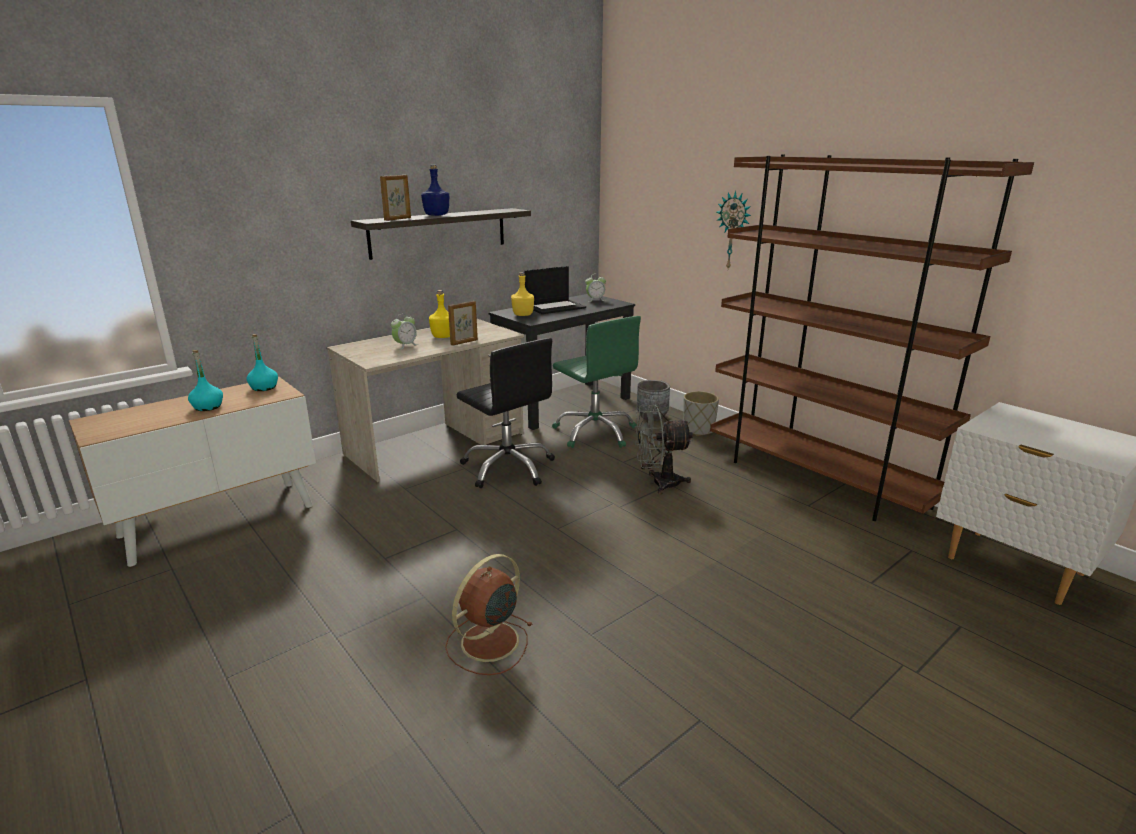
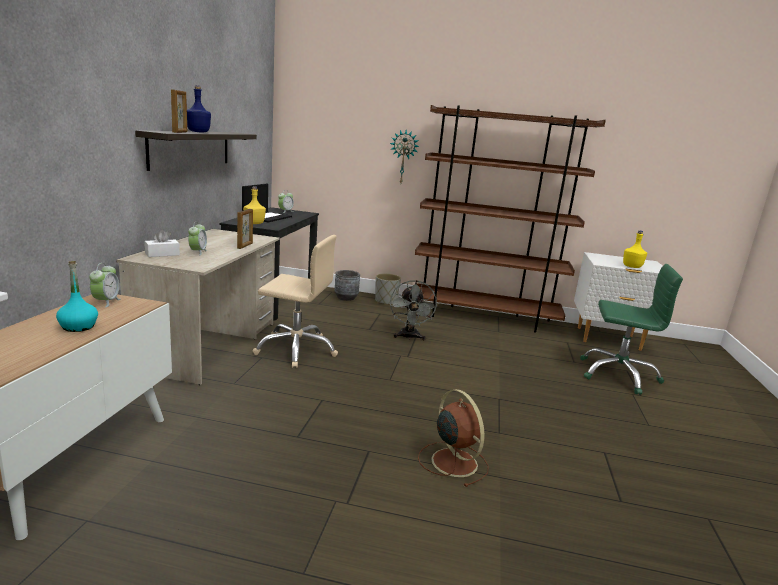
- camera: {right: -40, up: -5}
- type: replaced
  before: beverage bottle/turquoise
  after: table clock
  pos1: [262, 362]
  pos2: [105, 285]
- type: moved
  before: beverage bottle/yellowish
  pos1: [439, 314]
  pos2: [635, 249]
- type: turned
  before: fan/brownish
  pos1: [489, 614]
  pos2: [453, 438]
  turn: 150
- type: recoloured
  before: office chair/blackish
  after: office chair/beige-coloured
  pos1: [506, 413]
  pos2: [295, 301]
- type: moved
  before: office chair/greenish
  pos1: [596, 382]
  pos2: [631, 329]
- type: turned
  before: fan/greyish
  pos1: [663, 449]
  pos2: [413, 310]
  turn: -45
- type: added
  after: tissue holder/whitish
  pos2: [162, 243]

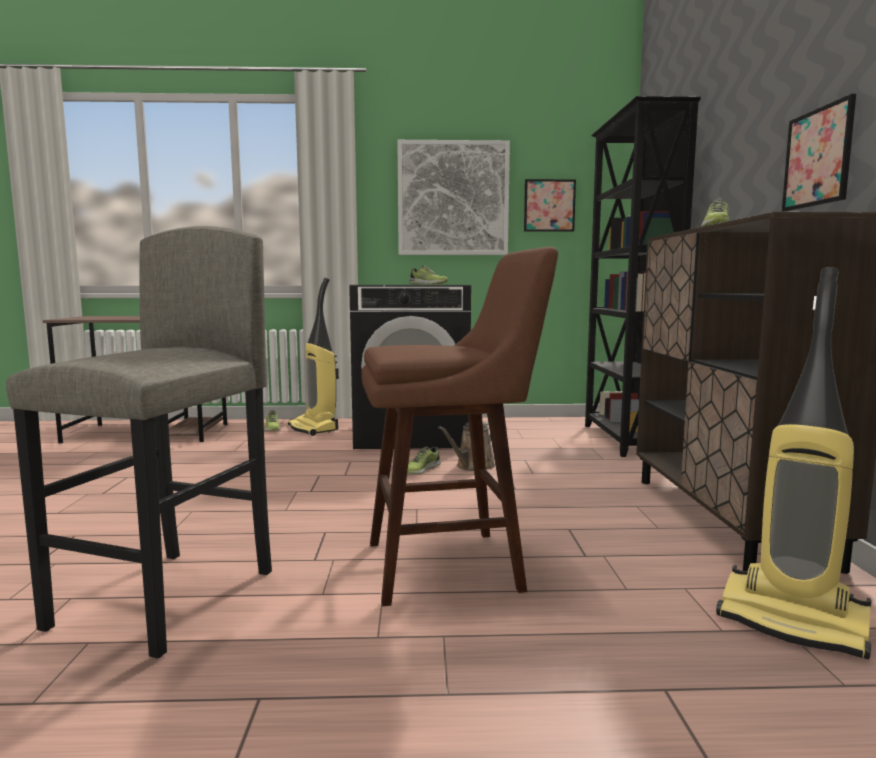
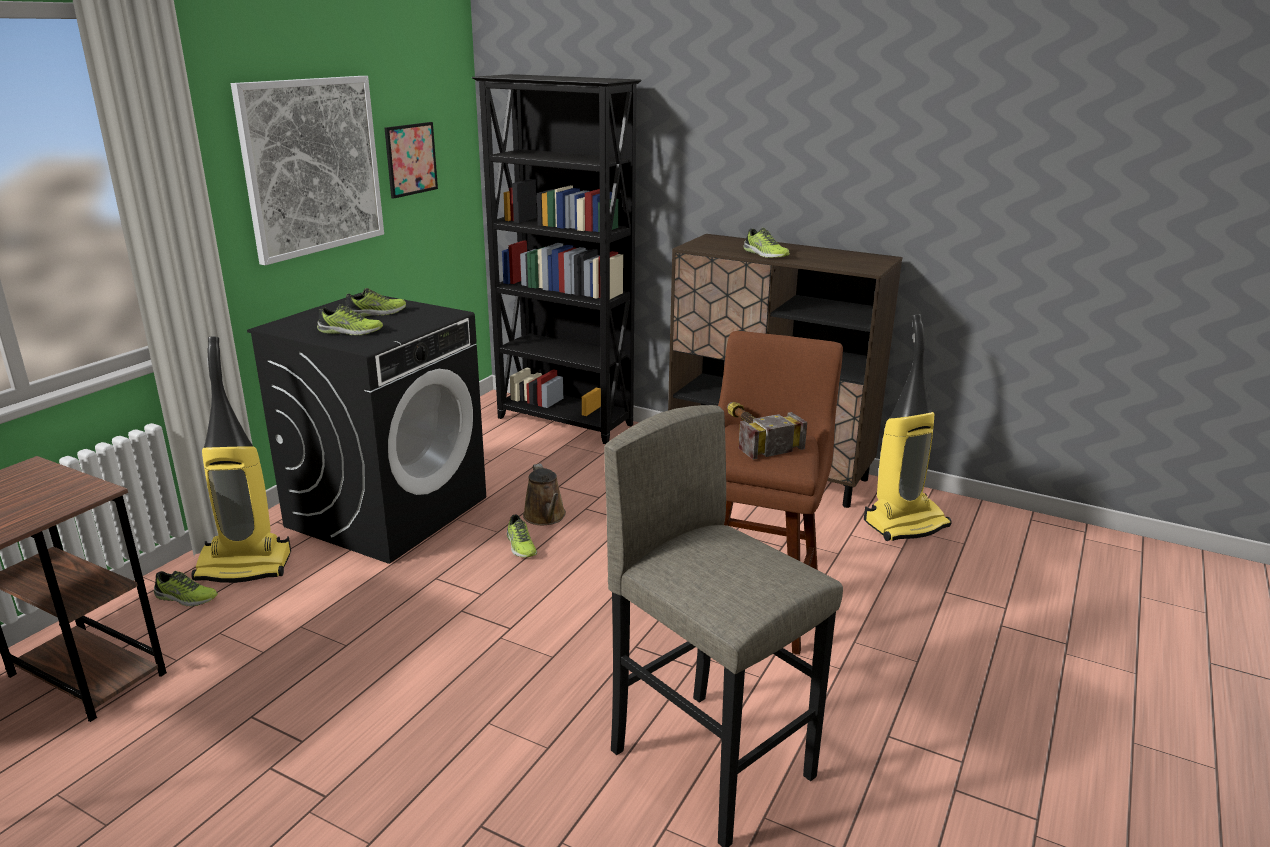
- camera: {right: -60, up: 15}
- type: removed
  before: wall art
  pos1: [819, 152]
- type: added
  after: shoe
  pos2: [350, 319]
- type: added
  after: hand hammer
  pos2: [767, 431]

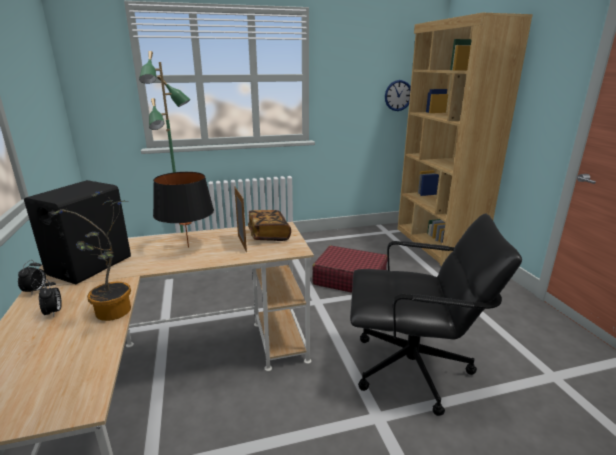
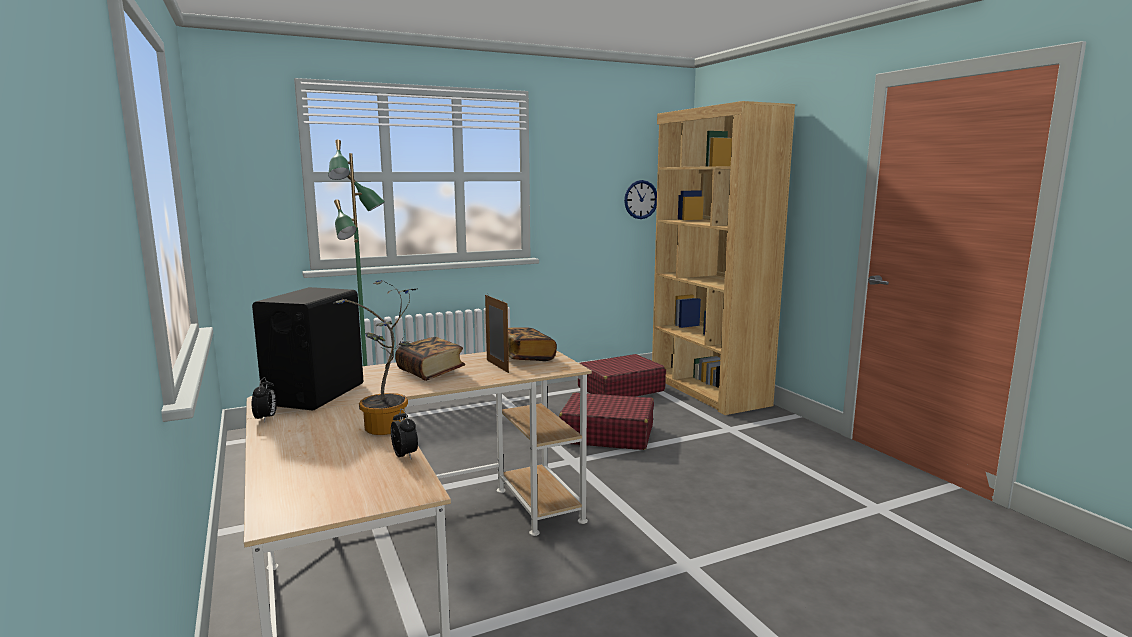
- camera: {right: -10, up: -10}
- type: moved
  before: table clock
  pos1: [50, 298]
  pos2: [404, 433]
- type: replaced
  before: tabletop lamp/blackish
  after: book
  pos1: [183, 210]
  pos2: [430, 359]
- type: removed
  before: office chair/blackish
  pos1: [436, 315]
- type: added
  after: travel case/red-coloured
  pos2: [622, 375]

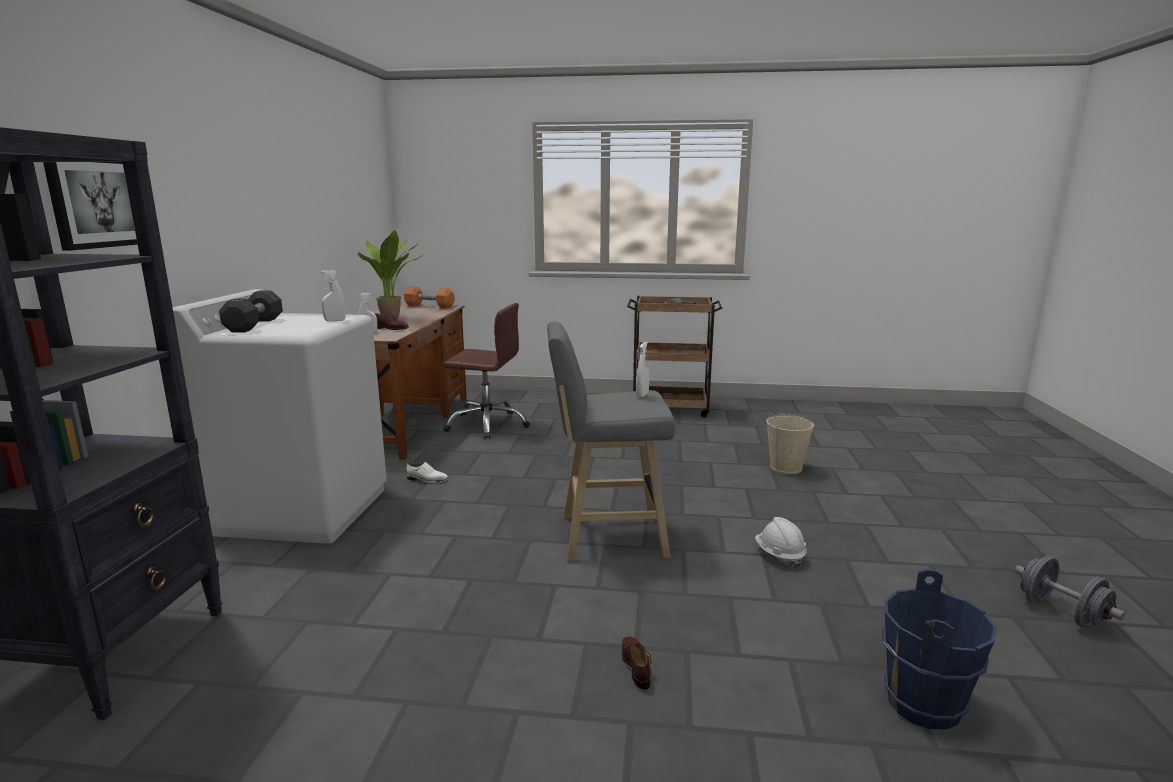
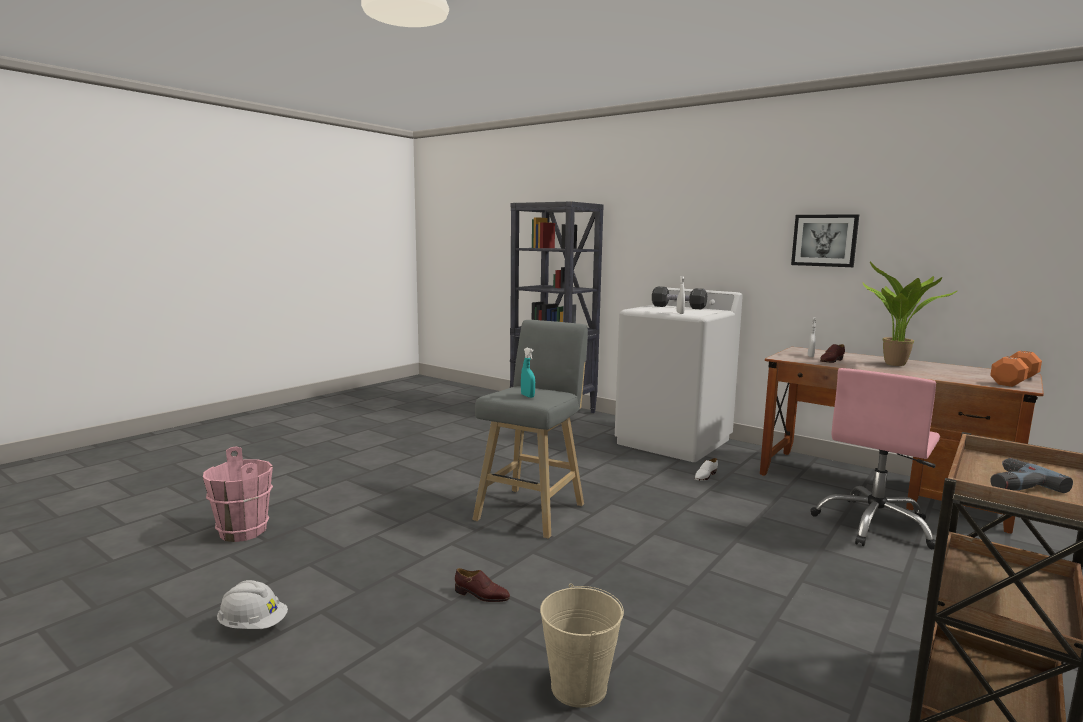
- camera: {right: 120, up: -5}
- type: moved
  before: wall art
  pos1: [90, 206]
  pos2: [825, 240]
- type: recoloured
  before: office chair/brownish
  after: office chair/pink-coloured
  pos1: [486, 371]
  pos2: [875, 458]
- type: moved
  before: shoe/brownish
  pos1: [637, 663]
  pos2: [482, 585]
- type: recoloured
  before: spray bottle/whitish
  after: spray bottle/turquoise
  pos1: [642, 370]
  pos2: [528, 373]
- type: moved
  before: safety helmet/whitish
  pos1: [781, 543]
  pos2: [252, 604]
- type: recoloured
  before: pail/bluish
  after: pail/pink-coloured
  pos1: [939, 649]
  pos2: [238, 494]
- type: removed
  before: dumbbell/greyish
  pos1: [1070, 592]

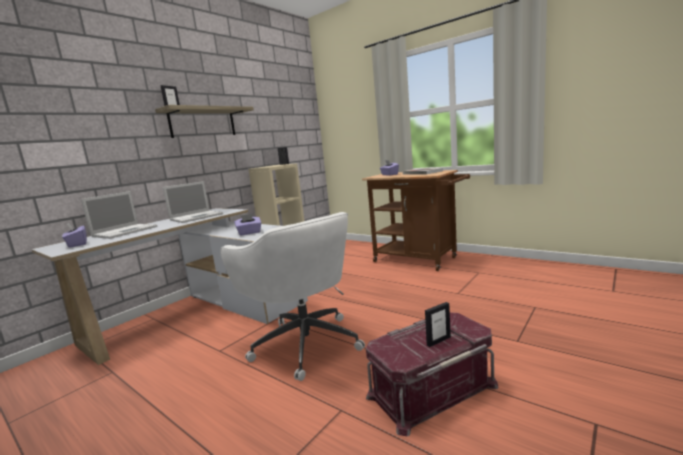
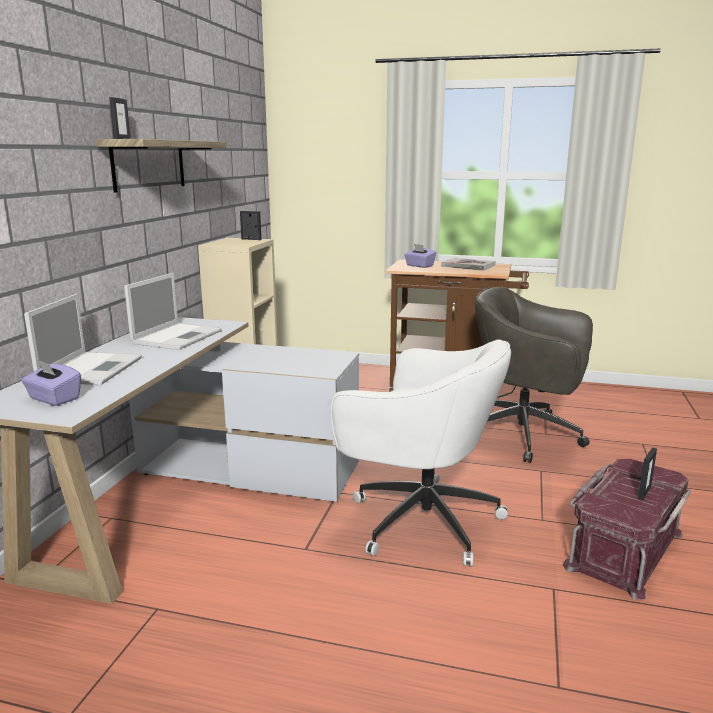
- camera: {right: -25, up: 5}
- type: removed
  before: tissue holder/purple-coloured
  pos1: [247, 225]
- type: added
  after: office chair/greyish
  pos2: [534, 375]

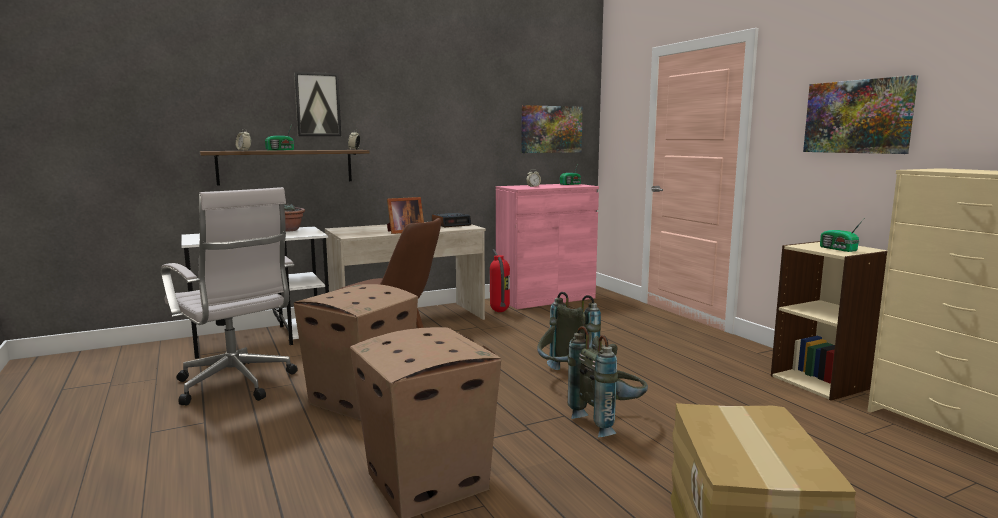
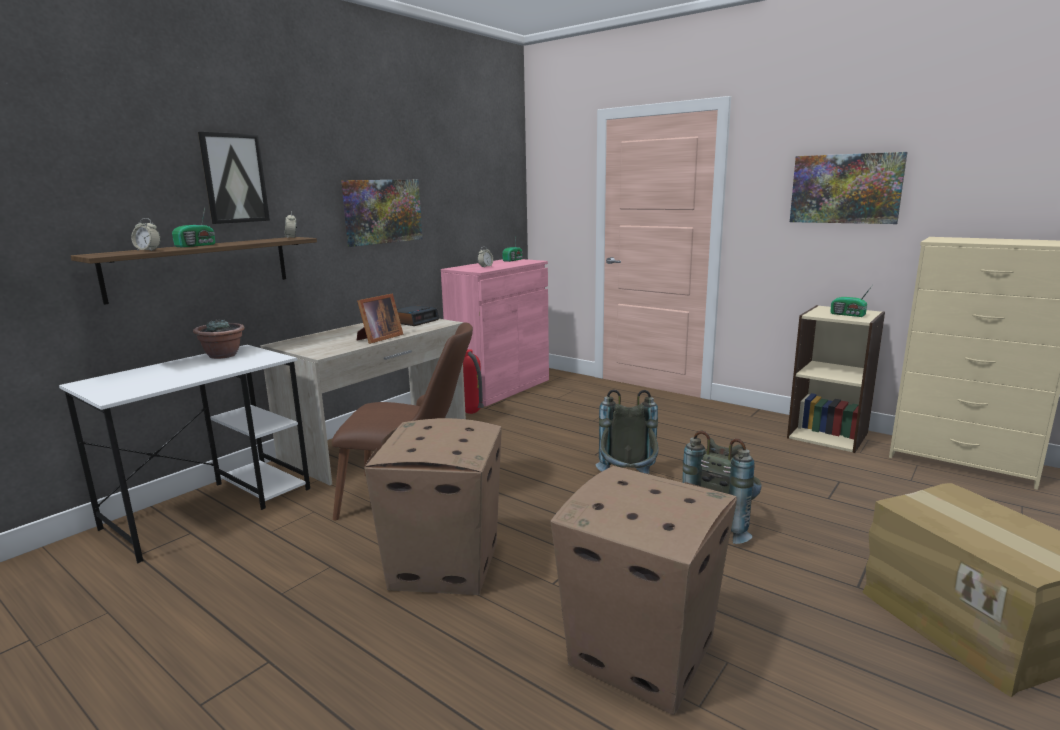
- camera: {right: -25, up: 5}
- type: removed
  before: office chair/whitish
  pos1: [229, 296]
- type: moved
  before: wall art
  pos1: [552, 129]
  pos2: [381, 213]

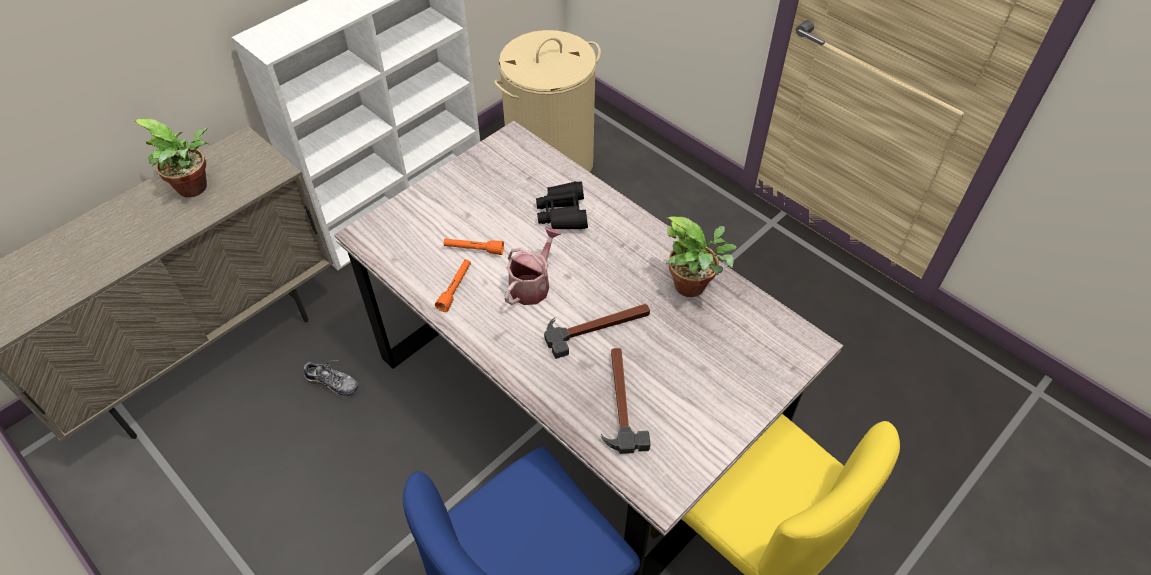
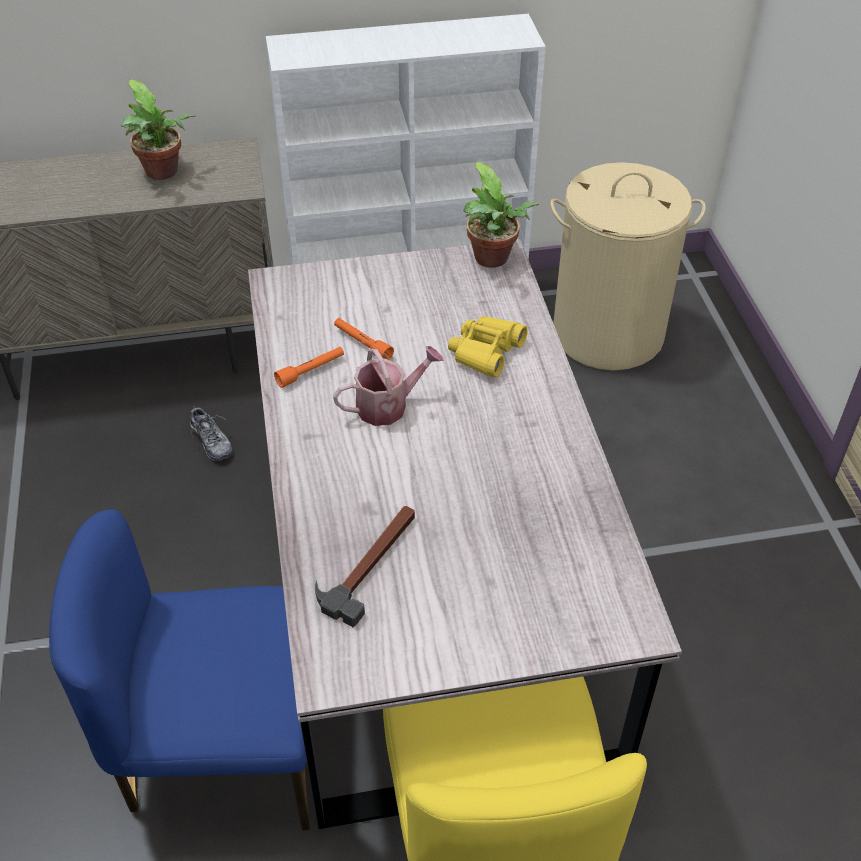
- camera: {right: 35, up: -5}
- type: recoloured
  before: pair of binoculars/blackish
  after: pair of binoculars/yellowish
  pos1: [562, 205]
  pos2: [488, 347]
- type: removed
  before: hand hammer
  pos1: [597, 331]
- type: moved
  before: potted plant
  pos1: [701, 257]
  pos2: [501, 215]

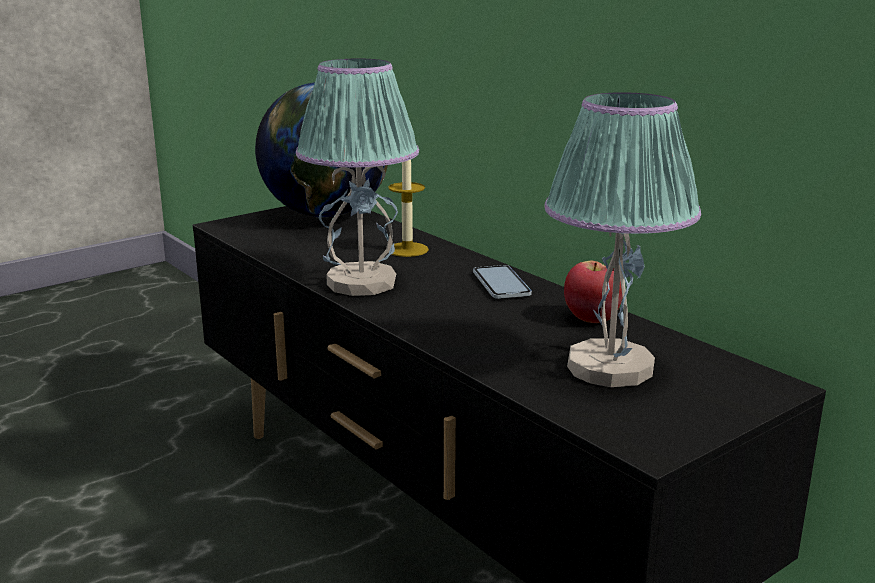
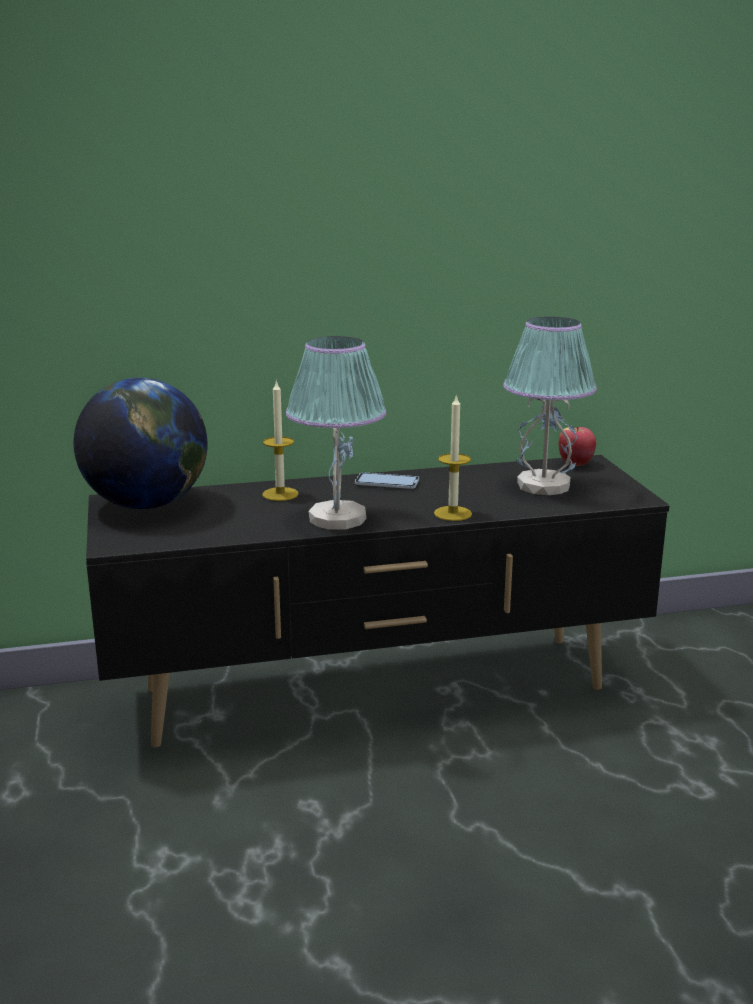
- camera: {right: -65, up: 0}
- type: moved
  before: apple fruit
  pos1: [593, 292]
  pos2: [577, 446]
- type: added
  after: wax light
  pos2: [453, 457]

